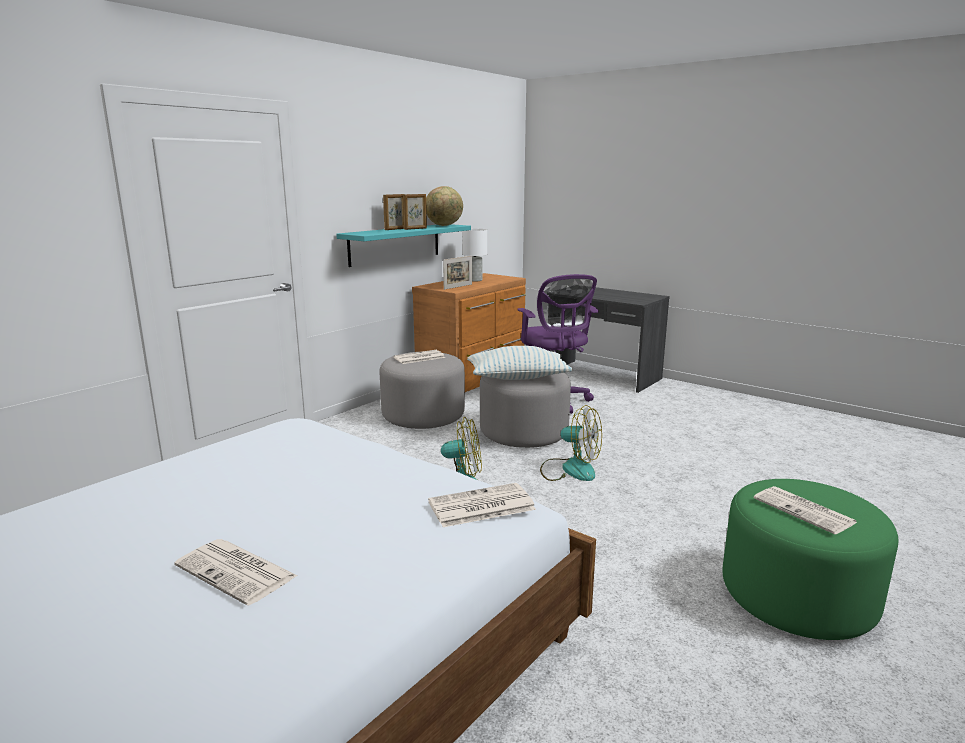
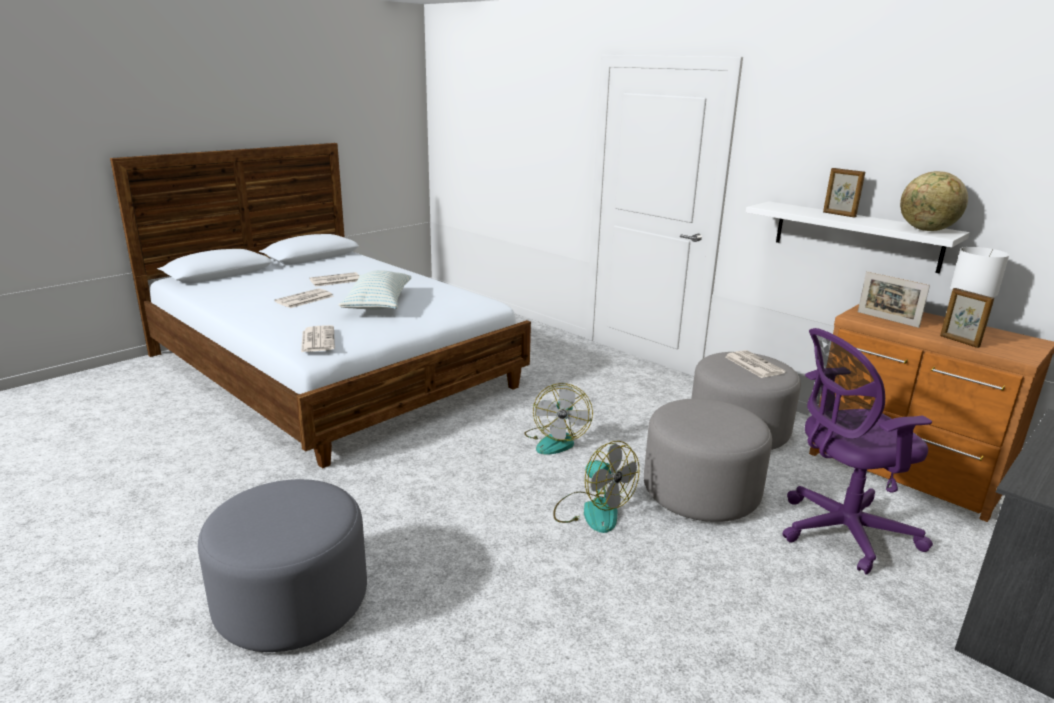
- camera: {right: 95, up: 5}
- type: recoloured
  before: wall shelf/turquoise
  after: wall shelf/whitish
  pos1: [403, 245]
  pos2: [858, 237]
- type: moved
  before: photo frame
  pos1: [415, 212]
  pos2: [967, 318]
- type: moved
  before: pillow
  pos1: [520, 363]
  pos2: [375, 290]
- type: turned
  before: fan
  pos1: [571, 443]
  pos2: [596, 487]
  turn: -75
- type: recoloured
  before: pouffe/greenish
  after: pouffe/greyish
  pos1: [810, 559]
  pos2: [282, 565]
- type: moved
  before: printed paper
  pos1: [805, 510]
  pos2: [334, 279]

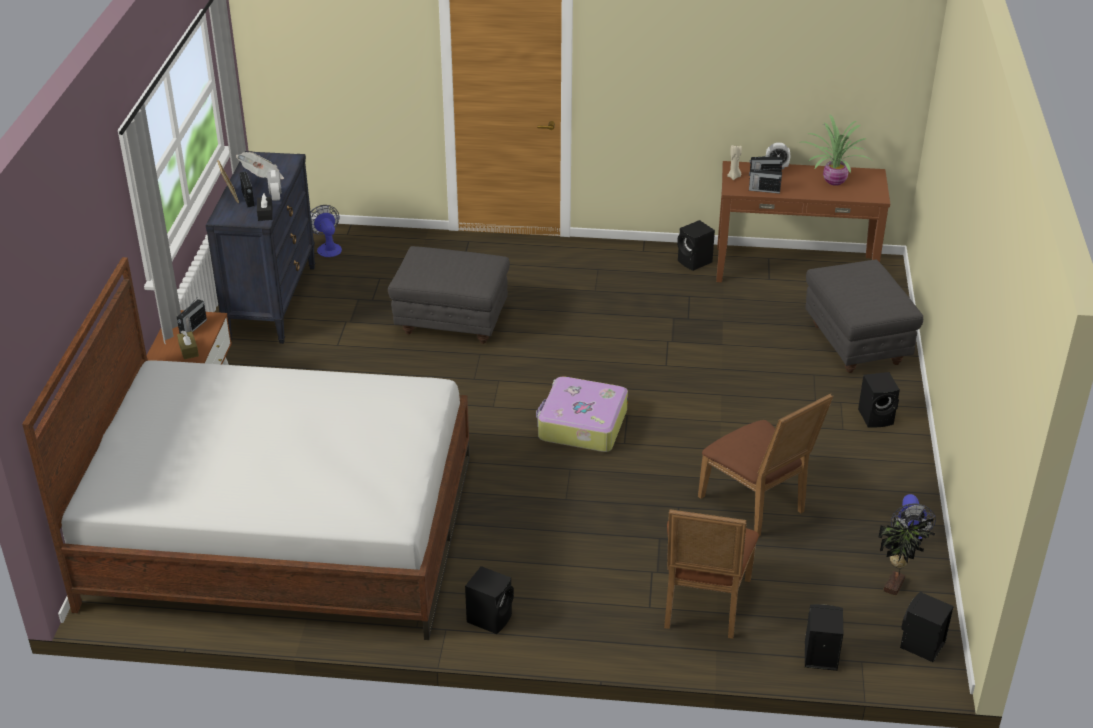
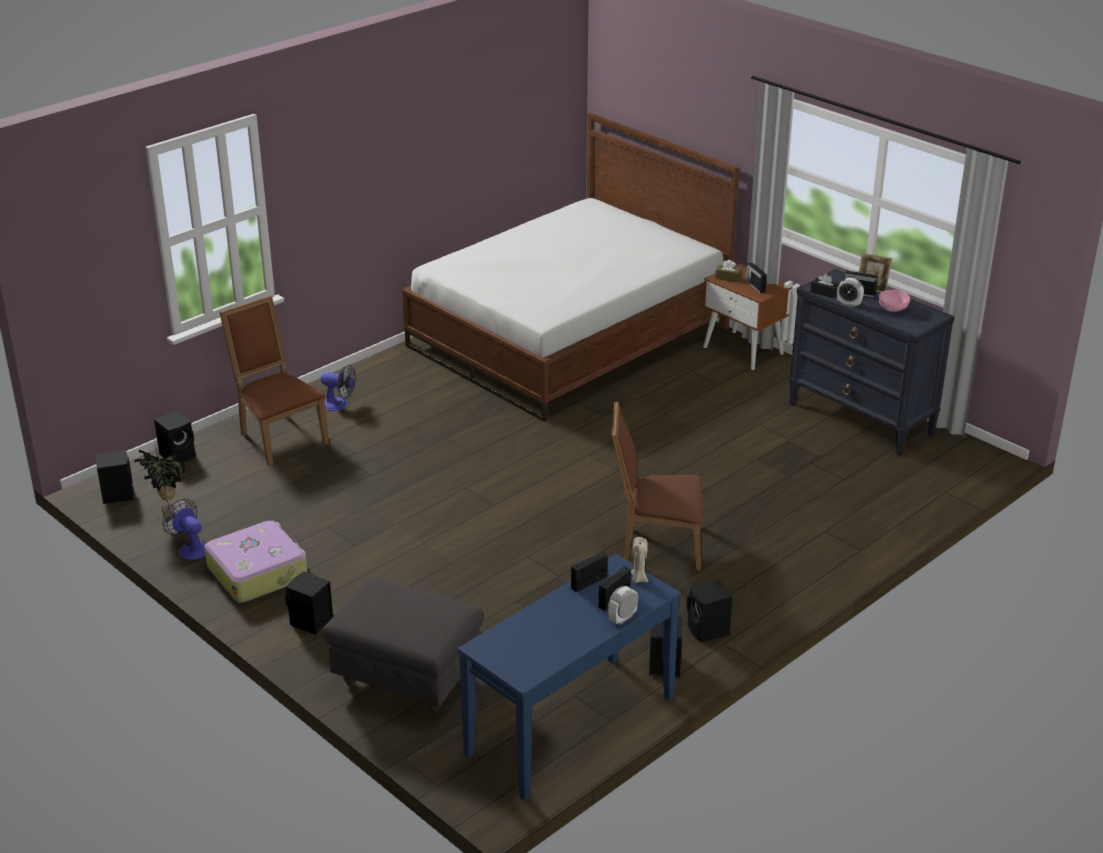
- camera: {right: 130, up: -5}
- type: replaced
  before: printed paper
  after: deep dish/pink-coloured
  pos1: [260, 165]
  pos2: [894, 301]
- type: moved
  before: fan
  pos1: [326, 231]
  pos2: [338, 387]
- type: removed
  before: pouffe/greyish
  pos1: [449, 295]
- type: moved
  before: speaker/blackish
  pos1: [489, 600]
  pos2: [710, 611]
- type: moved
  before: travel case
  pos1: [582, 414]
  pos2: [255, 562]
- type: moved
  before: plain chair/brownish
  pos1: [765, 465]
  pos2: [657, 486]
- type: recoloured
  before: console table/brownish
  after: console table/bluish
  pos1: [803, 221]
  pos2: [569, 677]
- type: removed
  before: potted plant
  pos1: [836, 150]

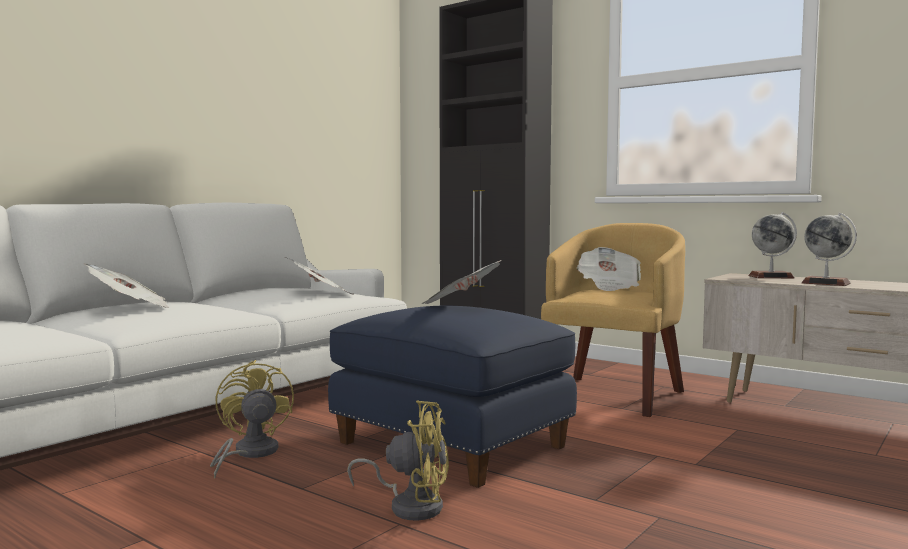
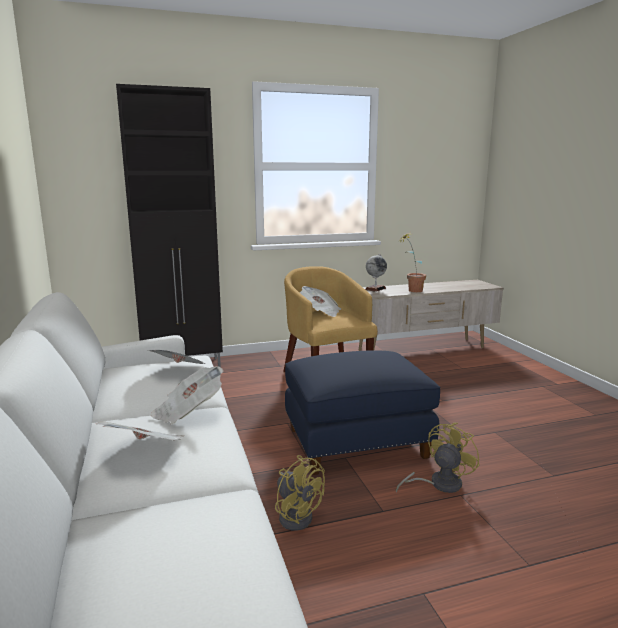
- camera: {right: -55, up: 10}
- type: turned
  before: fan/yellowish
  pos1: [252, 419]
  pos2: [300, 493]
  turn: -150
- type: moved
  before: printed paper
  pos1: [461, 282]
  pos2: [187, 395]
- type: replaced
  before: desk globe
  after: potted plant
  pos1: [829, 249]
  pos2: [412, 262]

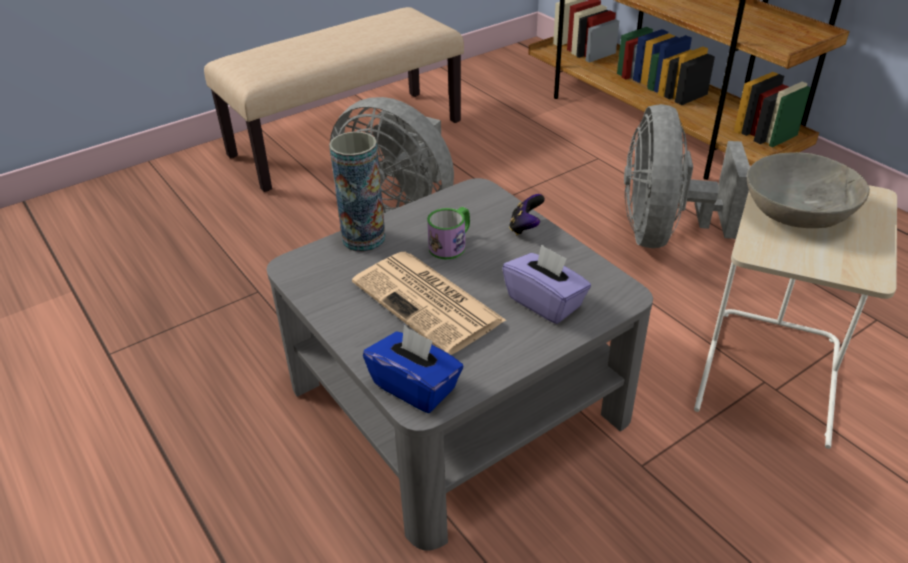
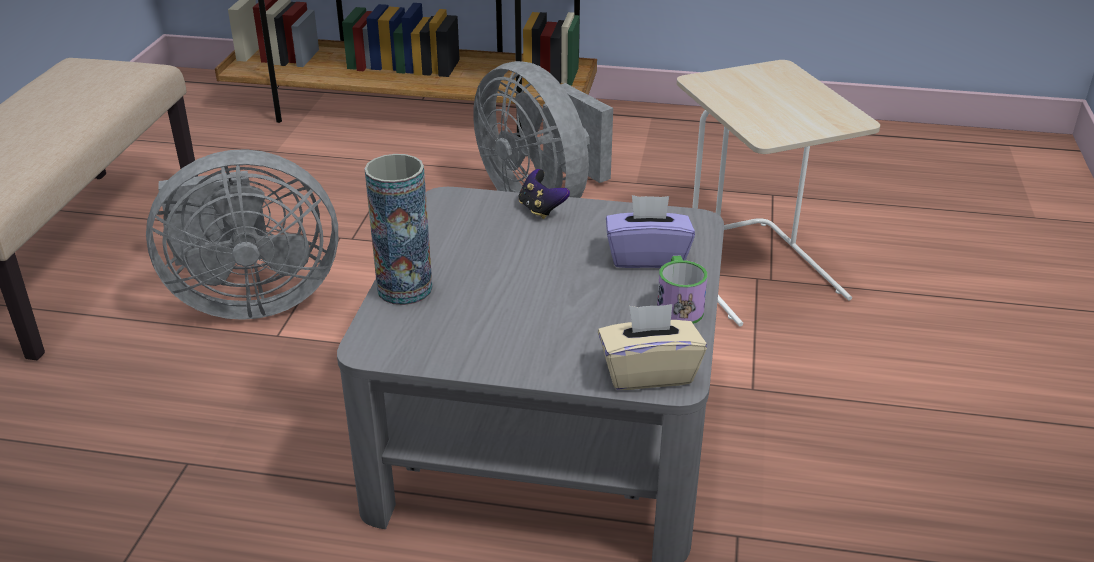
- camera: {right: -45, up: -5}
- type: removed
  before: printed paper
  pos1: [429, 303]
- type: recoloured
  before: tissue holder/bluish
  after: tissue holder/beige-coloured
  pos1: [413, 369]
  pos2: [652, 347]
- type: moved
  before: coffee mug
  pos1: [448, 233]
  pos2: [682, 290]
- type: removed
  before: deep dish/greyish
  pos1: [808, 190]

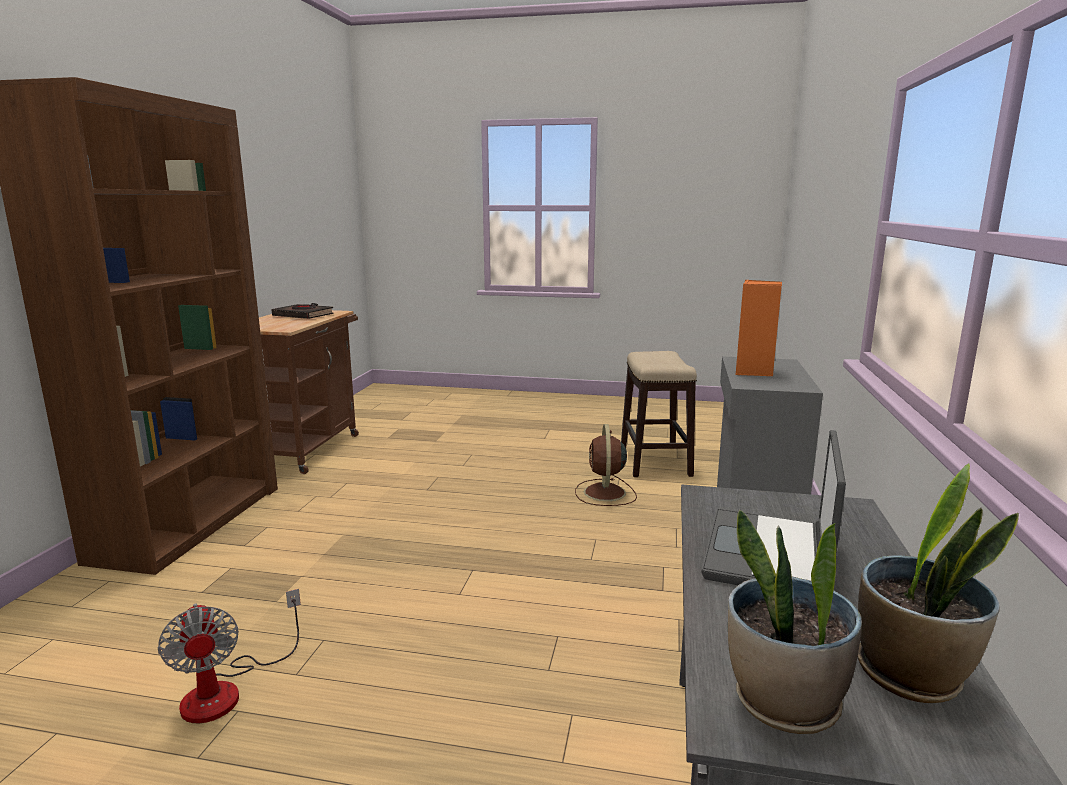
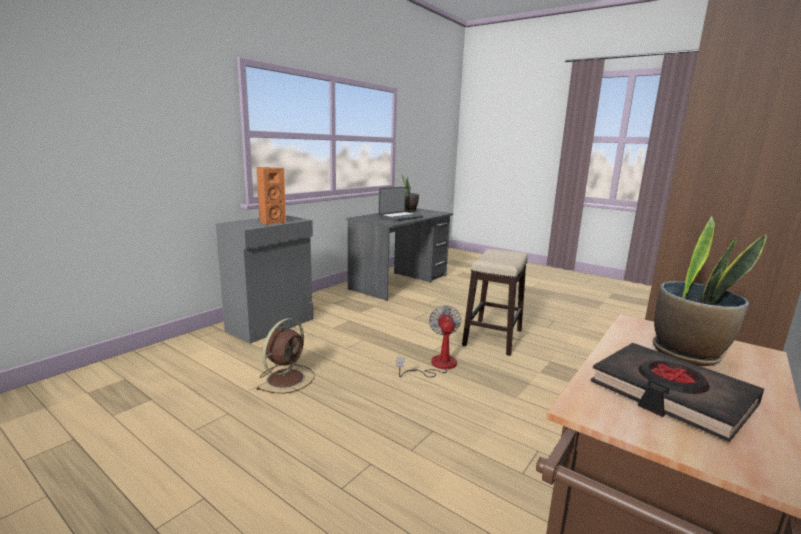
- camera: {right: -155, up: 0}
- type: moved
  before: fan
  pos1: [229, 656]
  pos2: [428, 341]
- type: moved
  before: stool seat
  pos1: [659, 414]
  pos2: [495, 302]
- type: moved
  before: potted plant
  pos1: [795, 622]
  pos2: [710, 291]

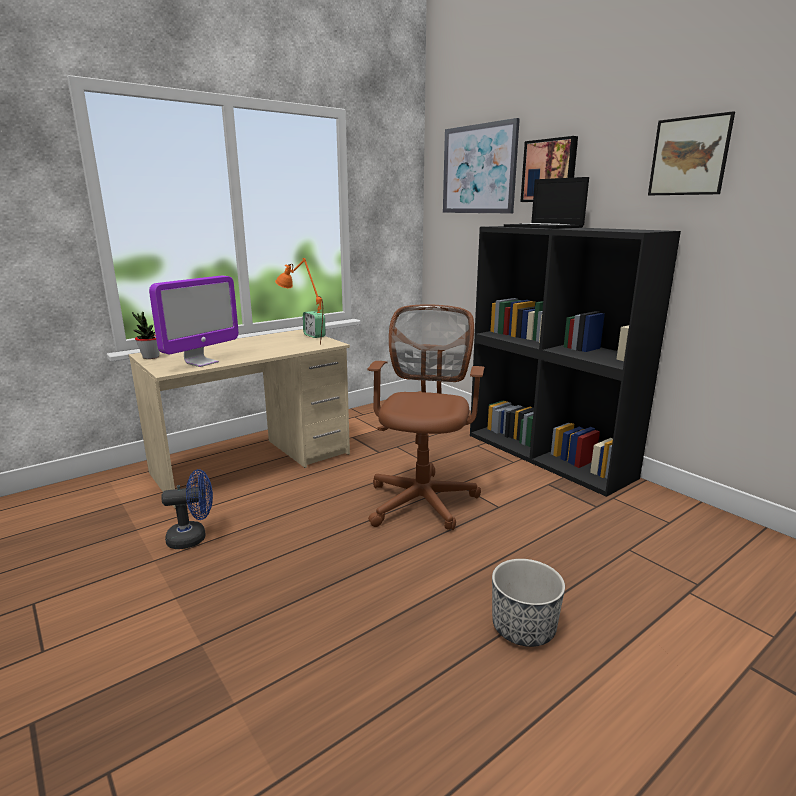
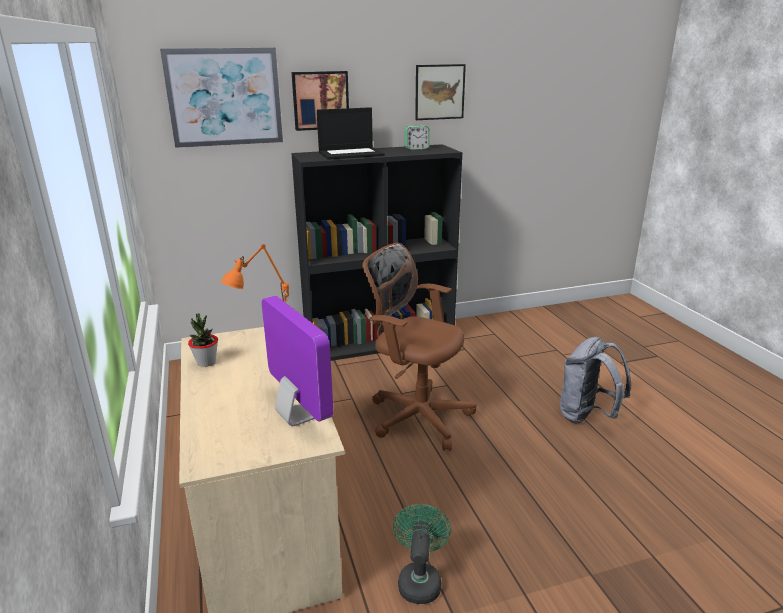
- camera: {right: -70, up: 5}
- type: moved
  before: potted plant
  pos1: [146, 335]
  pos2: [203, 340]
- type: recoloured
  before: fan/bluish
  after: fan/greenish
  pos1: [187, 509]
  pos2: [422, 554]
- type: moved
  before: table clock
  pos1: [314, 324]
  pos2: [417, 137]
- type: replaced
  before: planter
  after: backpack/greyish
  pos1: [528, 603]
  pos2: [595, 380]

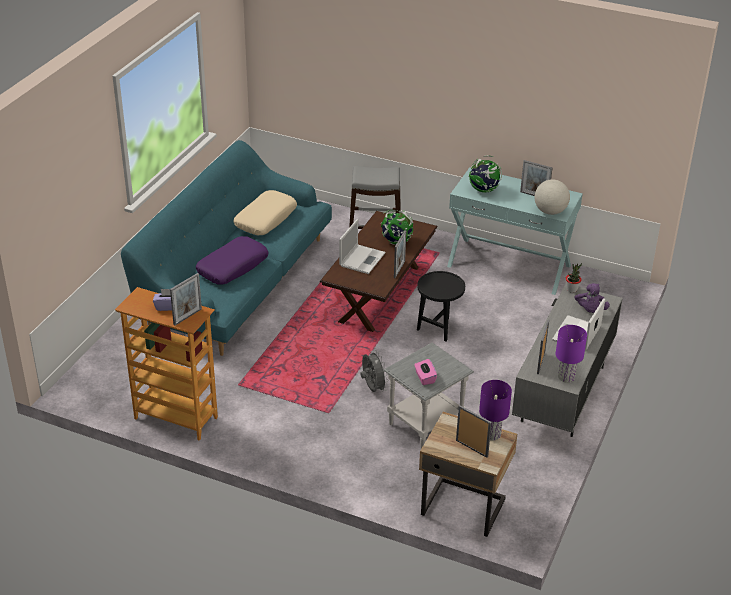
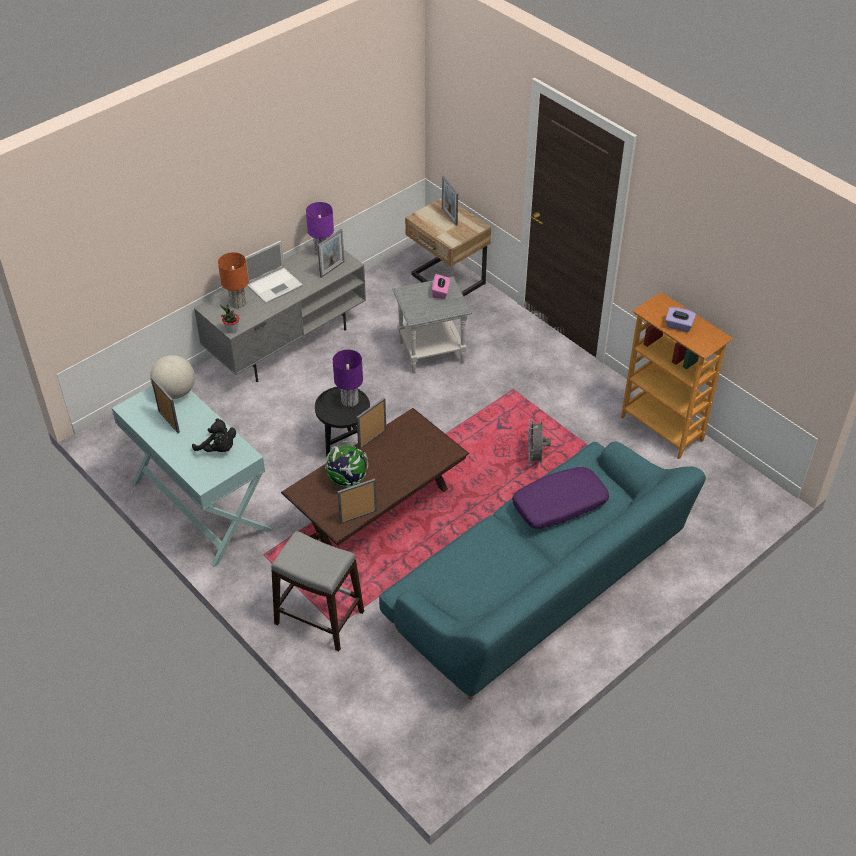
- camera: {right: -155, up: 10}
- type: moved
  before: photo frame
  pos1: [186, 299]
  pos2: [357, 501]
- type: removed
  before: pillow/beige-coloured
  pos1: [265, 212]
- type: removed
  before: notebook computer
  pos1: [362, 246]
- type: moved
  before: fan/greyish
  pos1: [374, 371]
  pos2: [539, 442]
- type: replaced
  before: desk globe
  after: cuddly toy/blackish
  pos1: [485, 174]
  pos2: [214, 435]
- type: moved
  before: tabletop lamp/purple-coloured
  pos1: [495, 410]
  pos2: [348, 378]
- type: replaced
  before: cuddly toy/purple-coloured
  after: tabletop lamp/orangey
  pos1: [592, 298]
  pos2: [233, 280]

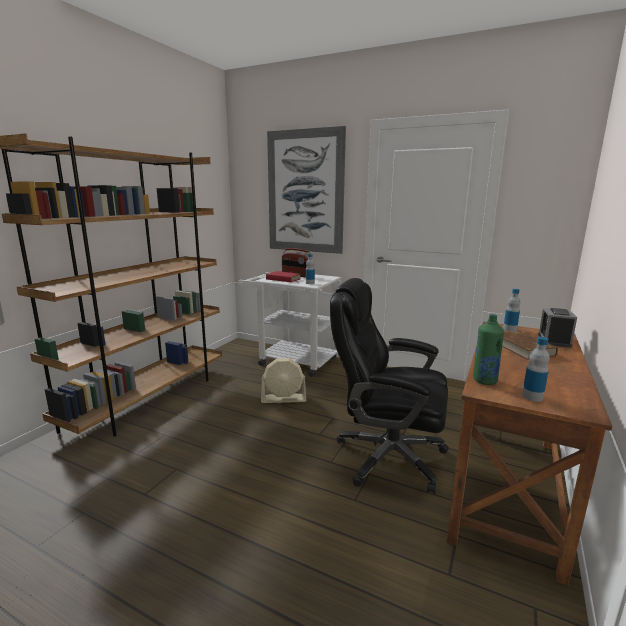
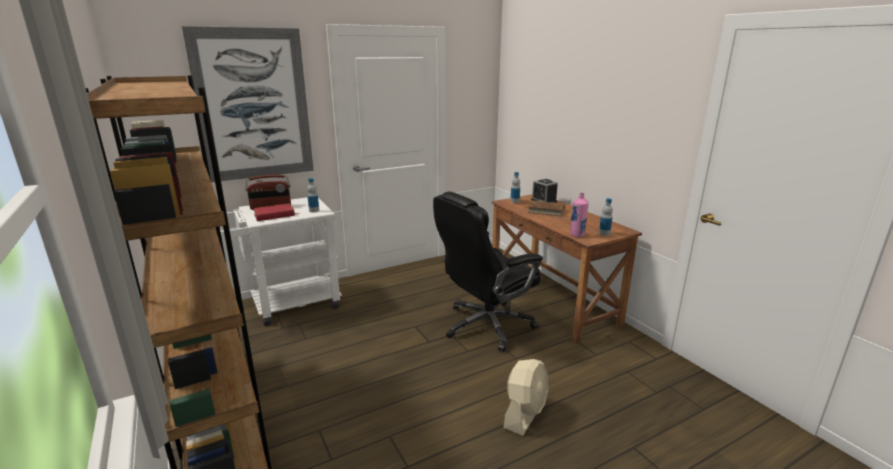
- camera: {right: -55, up: 5}
- type: moved
  before: fan/beige-coloured
  pos1: [283, 380]
  pos2: [525, 397]
- type: recoloured
  before: beverage bottle/greenish
  after: beverage bottle/pink-coloured
  pos1: [489, 349]
  pos2: [579, 215]

